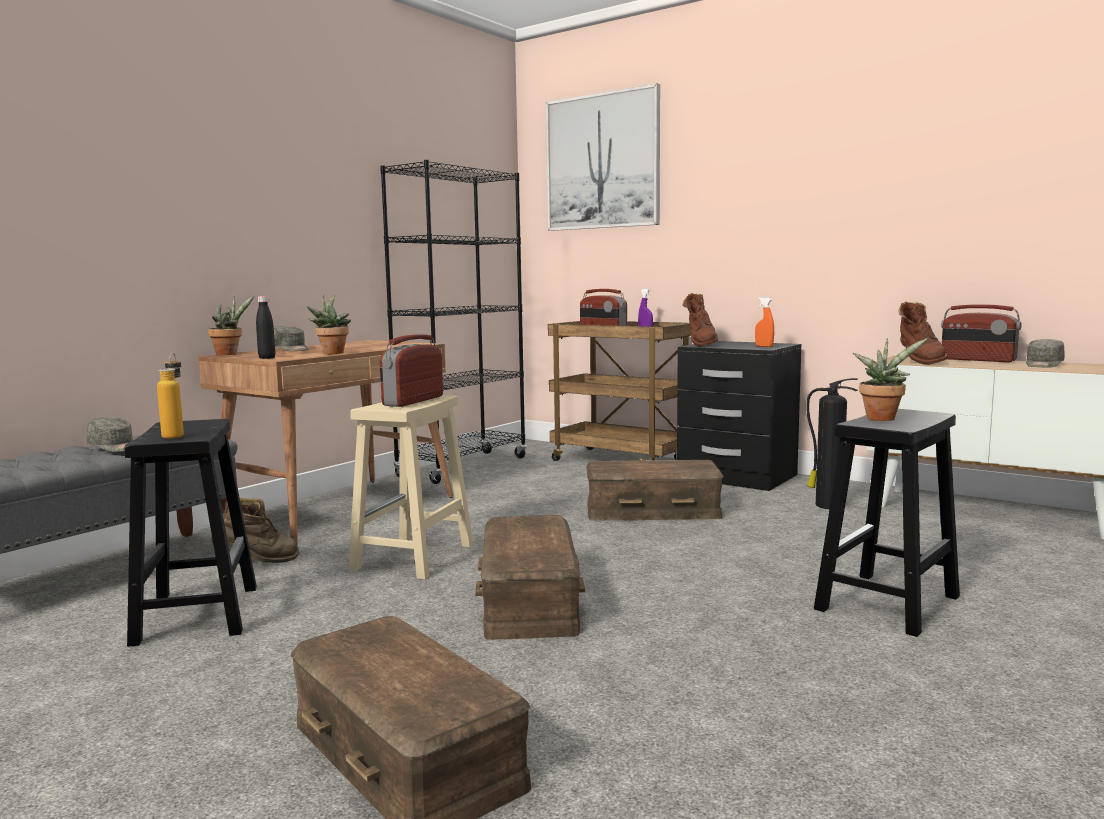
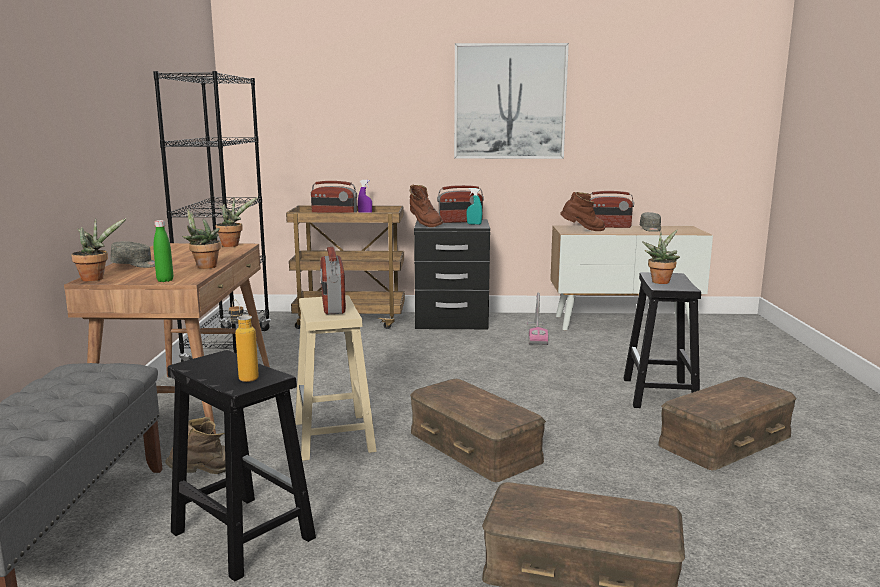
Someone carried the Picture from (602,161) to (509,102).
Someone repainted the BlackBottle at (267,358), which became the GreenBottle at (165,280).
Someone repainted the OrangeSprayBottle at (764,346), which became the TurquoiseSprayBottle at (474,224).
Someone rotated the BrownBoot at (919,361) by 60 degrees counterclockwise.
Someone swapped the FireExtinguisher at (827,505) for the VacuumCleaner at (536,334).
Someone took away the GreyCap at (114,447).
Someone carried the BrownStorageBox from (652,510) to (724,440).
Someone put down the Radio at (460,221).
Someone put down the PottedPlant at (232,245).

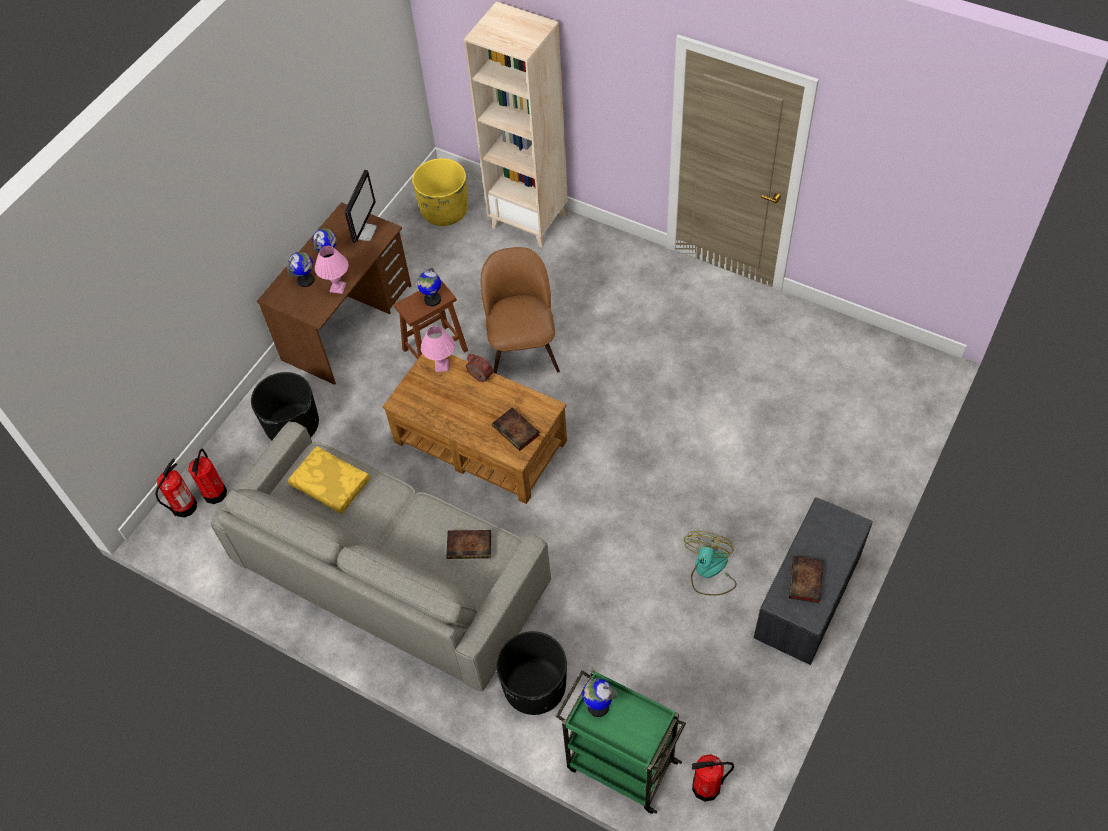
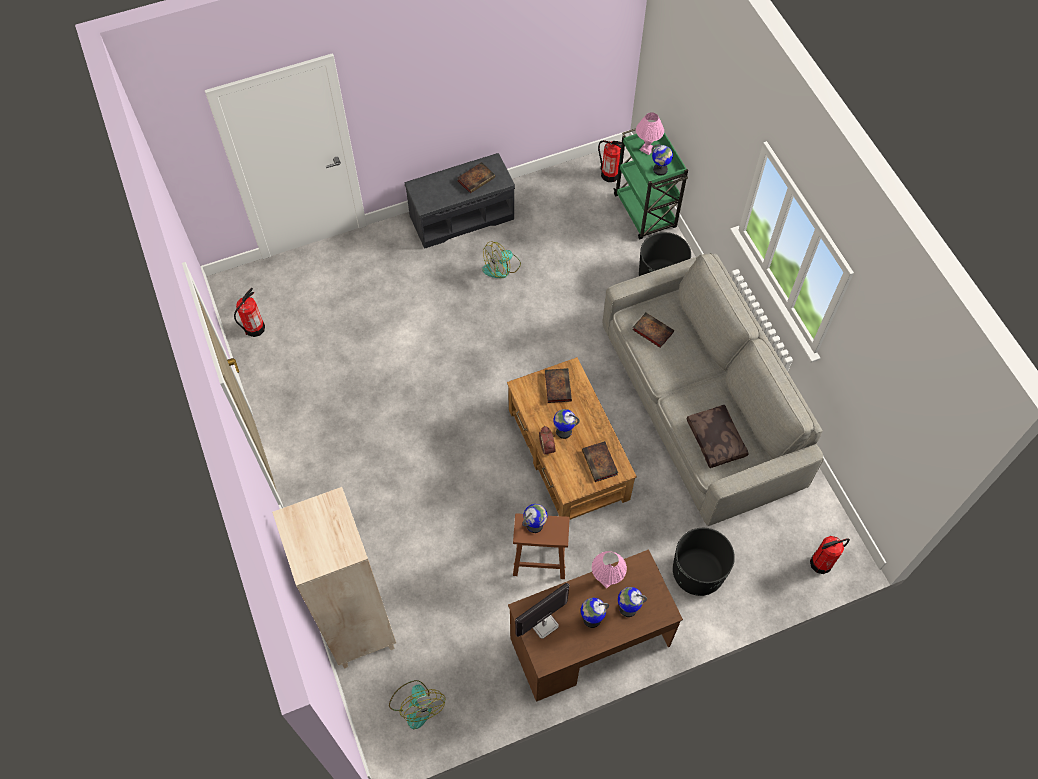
Someone swapped the YellowPlanter at (444,211) for the Fan at (416,704).
Someone took away the BrownChair at (522,349).
Someone carried the PinkTableLamp from (442,365) to (646,149).
Someone repainted the YellowPillow at (329,485), which became the BrownPillow at (717,440).
Someone carried the FireExtinguisher from (215,493) to (254,328).
Someone put down the Globe at (563,431).
Someone put down the Book at (600,463).

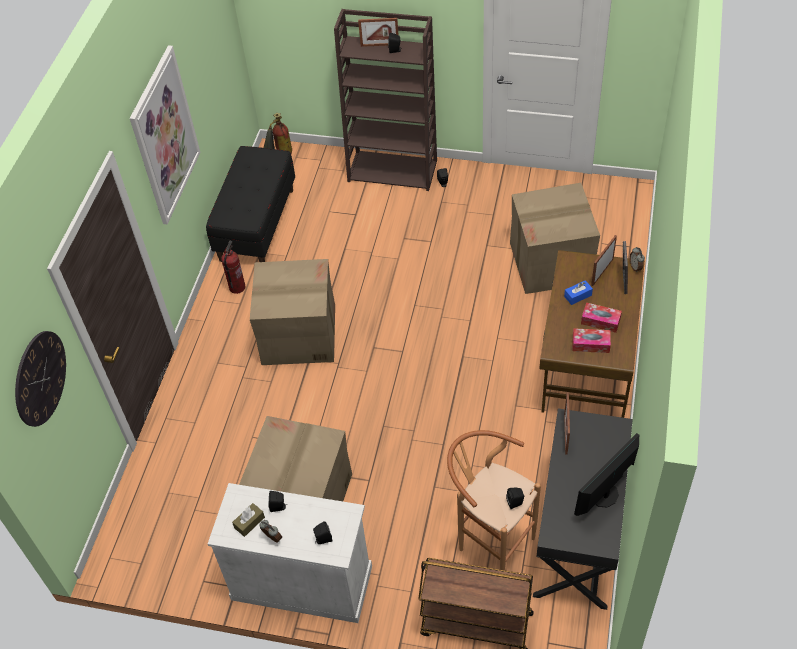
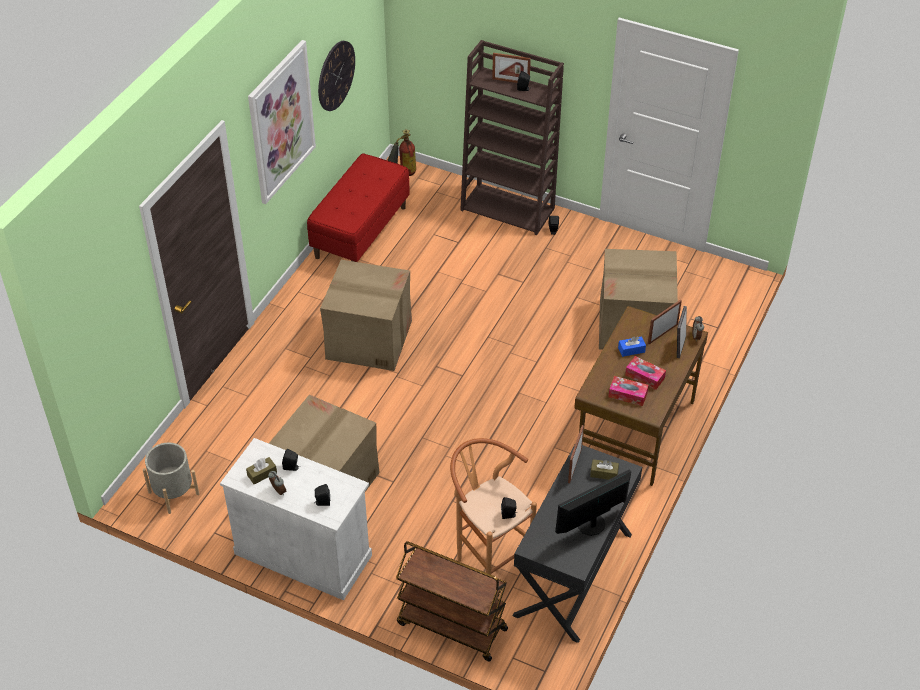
Someone repainted the BlackBench at (256,224), which became the RedBench at (360,232).
Someone took away the FireExtinguisher at (237,287).
Someone carried the WallClock from (40,378) to (336,75).
Someone put down the GreyPlanter at (174,493).
Someone put down the BrownTissueBox at (604,473).

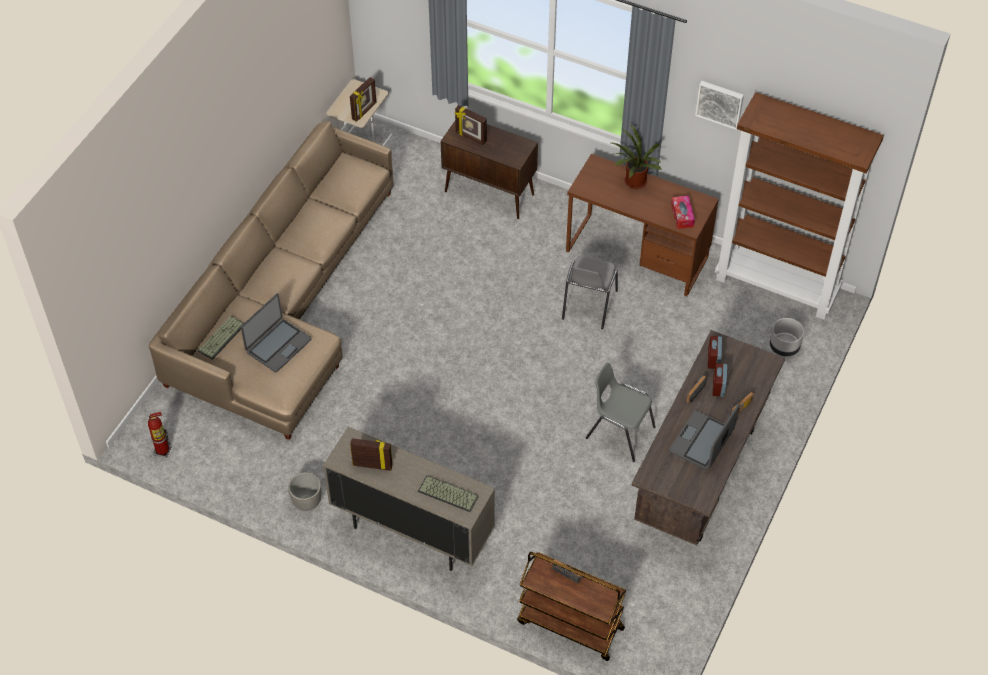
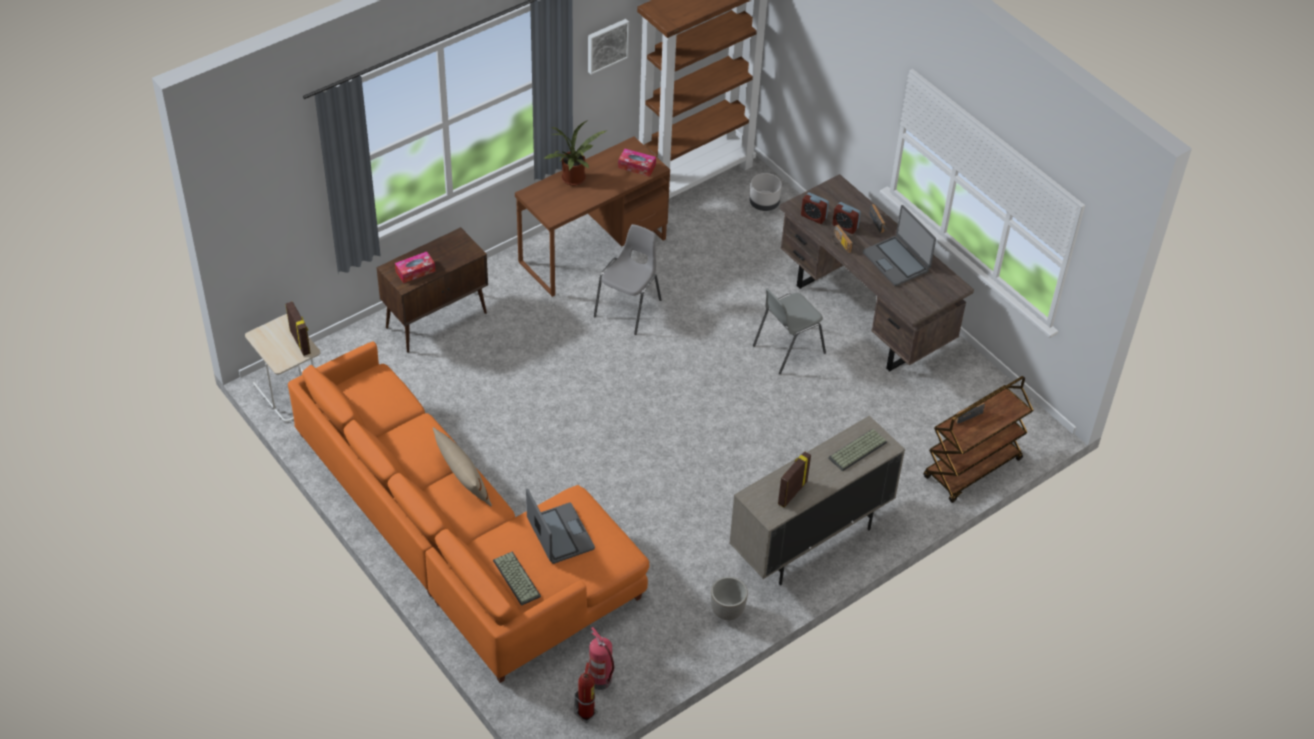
Someone swapped the PictureFrame at (470,137) for the TissueBox at (415,271).
Someone repainted the BeigeSofa at (285,305), which became the OrangeSofa at (462,538).
Someone rotated the GreyChair at (588,305) by 105 degrees counterclockwise.
Someone put down the BeigePillow at (462,479).
Someone put down the FireExtinguisher at (601,680).

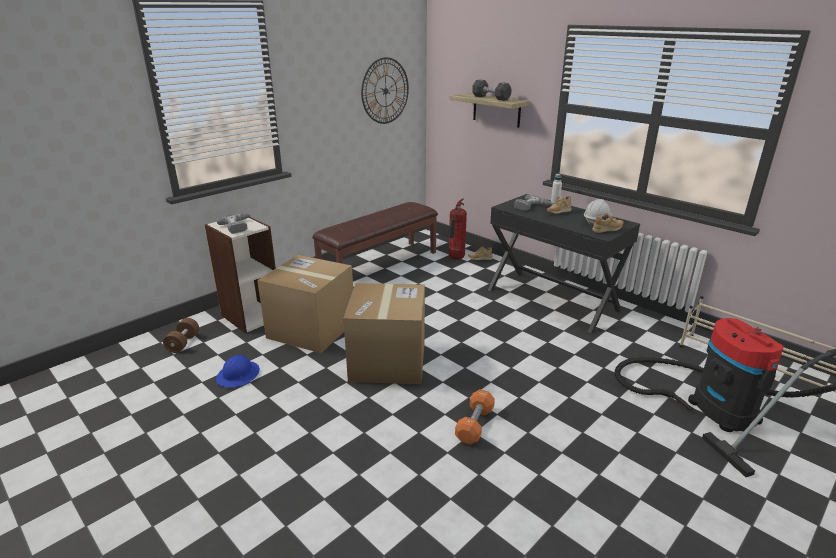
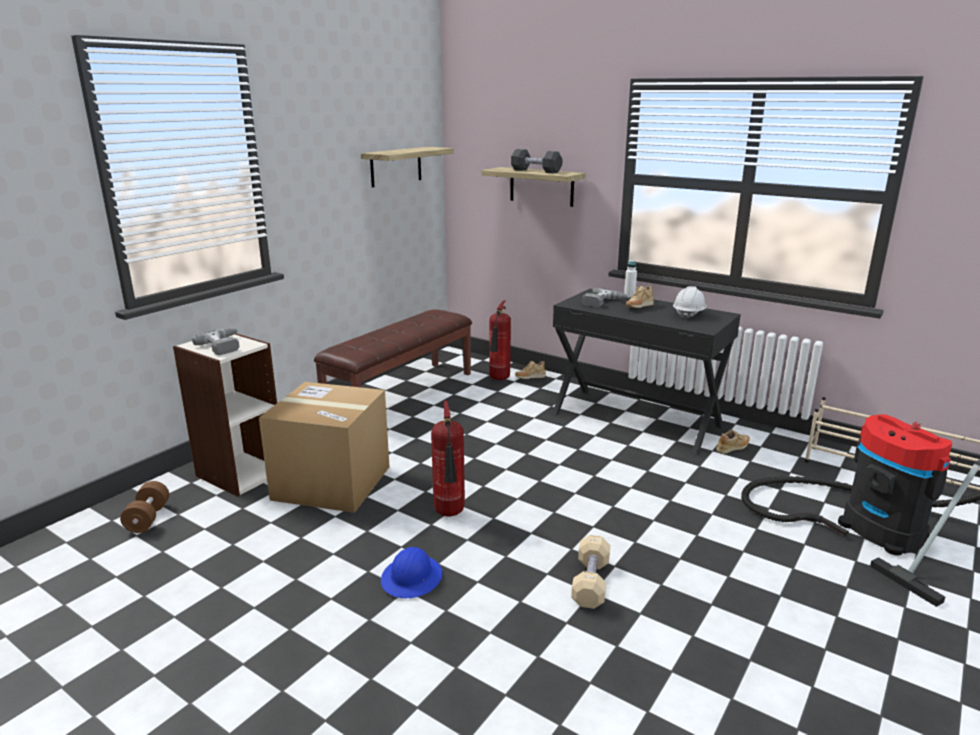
Someone swapped the WallClock at (385,91) for the Shelf at (396,166).
Someone carried the BeigeShoe from (607,230) to (733,448).
Someone swapped the CardboardBox at (388,361) for the FireExtinguisher at (450,514).
Someone carried the BlueHardHat from (238,375) to (412,578).
Someone repainted the OrangeDumbbell at (474,425), which became the BeigeDumbbell at (590,583).

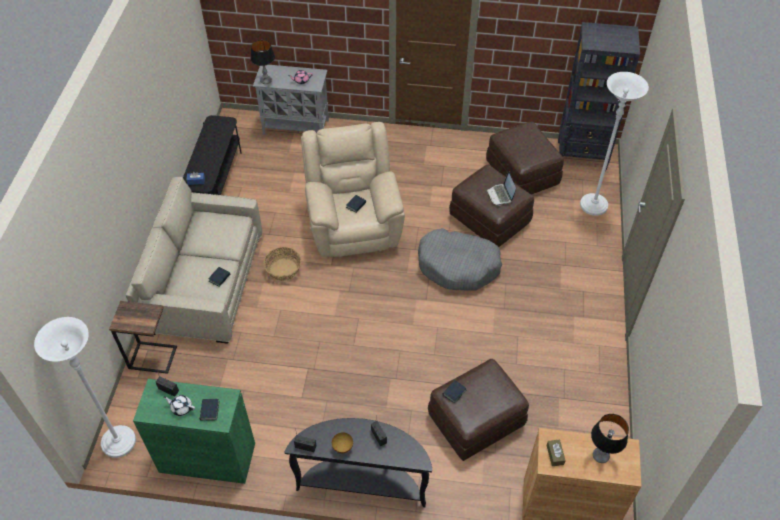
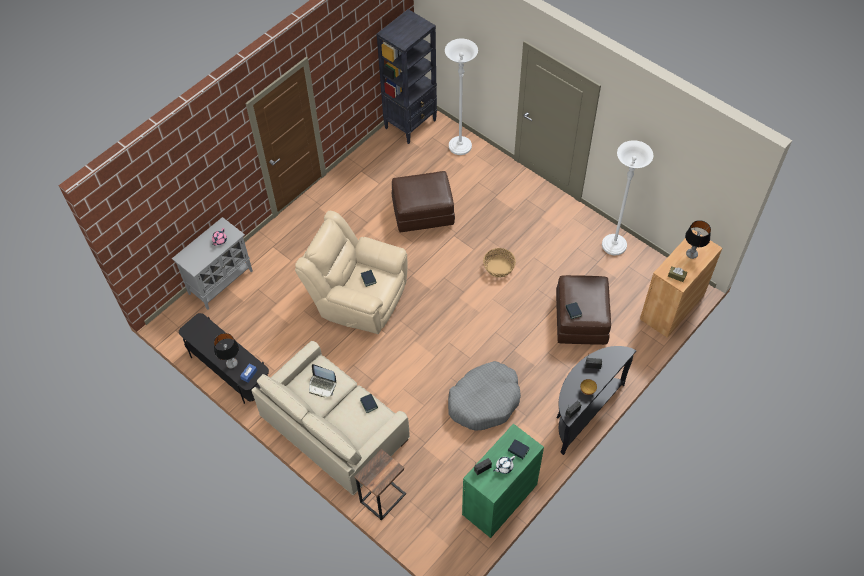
Someone carried the TableLamp from (266,81) to (232,363).
Someone took away the BrownOttoman at (522,173).
Someone carried the Laptop from (500,195) to (322,385).
Someone carried the GreyDogBed from (458,266) to (484,400).
Someone carried the Basket from (283,270) to (499,267).
Someone carried the WhiteFloorLamp from (119,442) to (614,245).

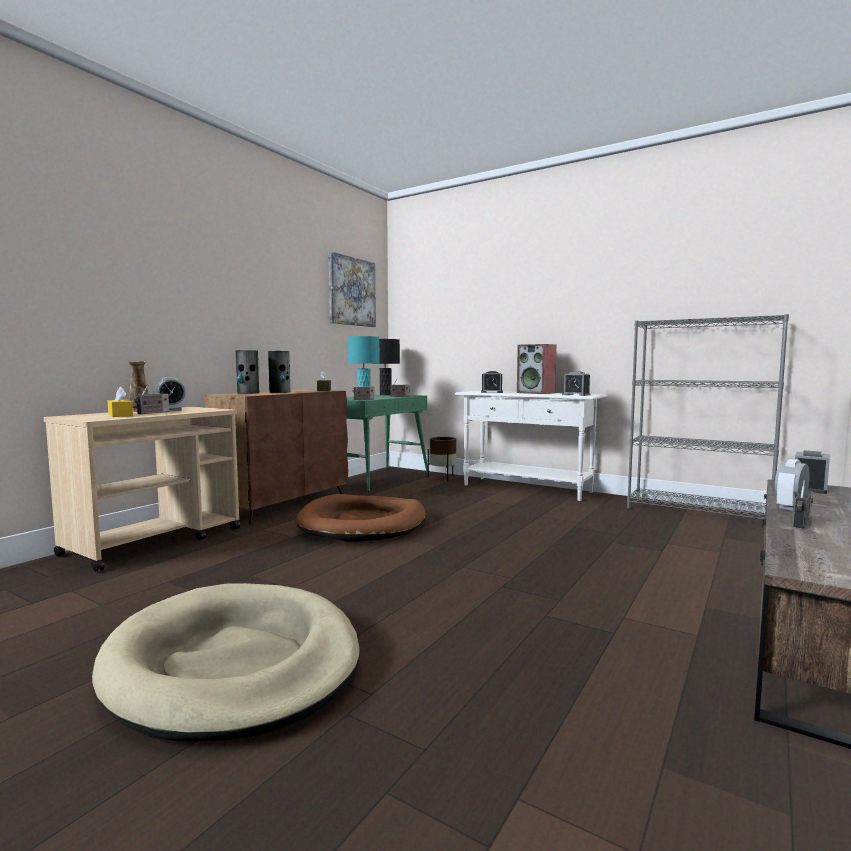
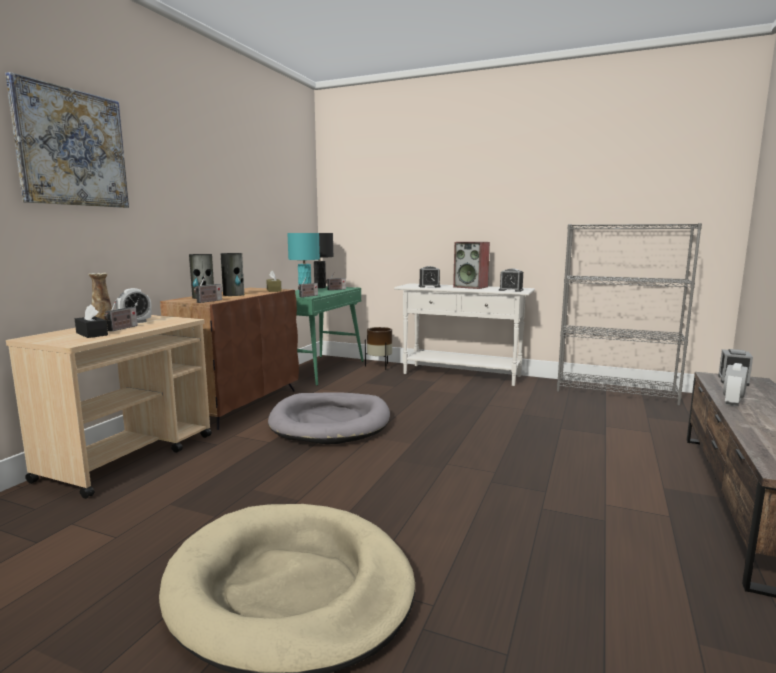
Someone carried the Picture from (352,291) to (72,148).
Someone repainted the YellowTissueBox at (120,415), which became the BlackTissueBox at (92,334).
Someone carried the Radio from (802,523) to (208,301).
Someone repainted the BrownDogBed at (363,523), which became the GreyDogBed at (330,422).

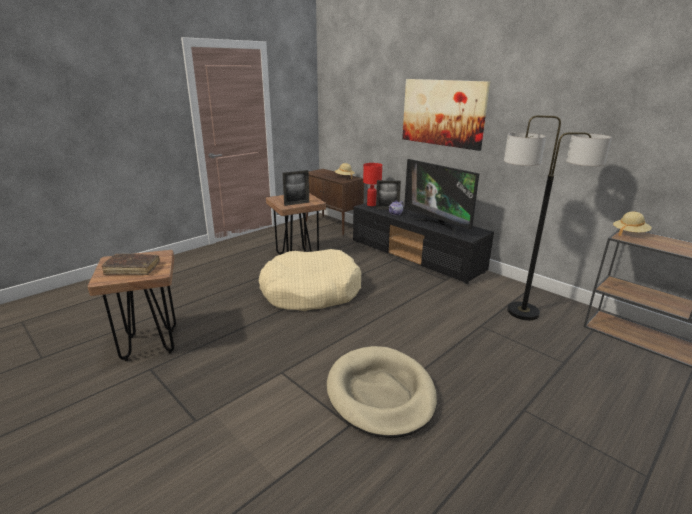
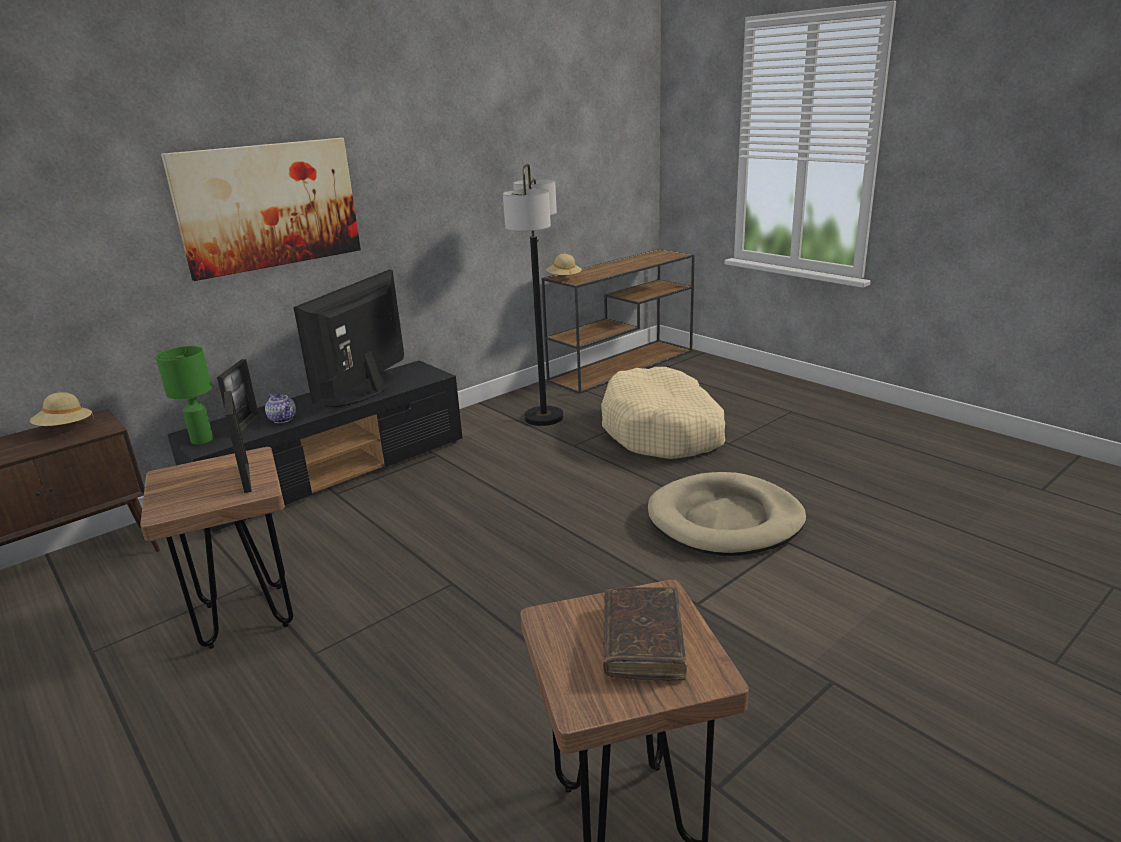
Someone rotated the Television at (437,225) by 150 degrees clockwise.
Someone repainted the RedTableLamp at (371,205), which became the GreenTableLamp at (202,440).
Someone carried the BeigeDogBed from (310,291) to (663,431).

